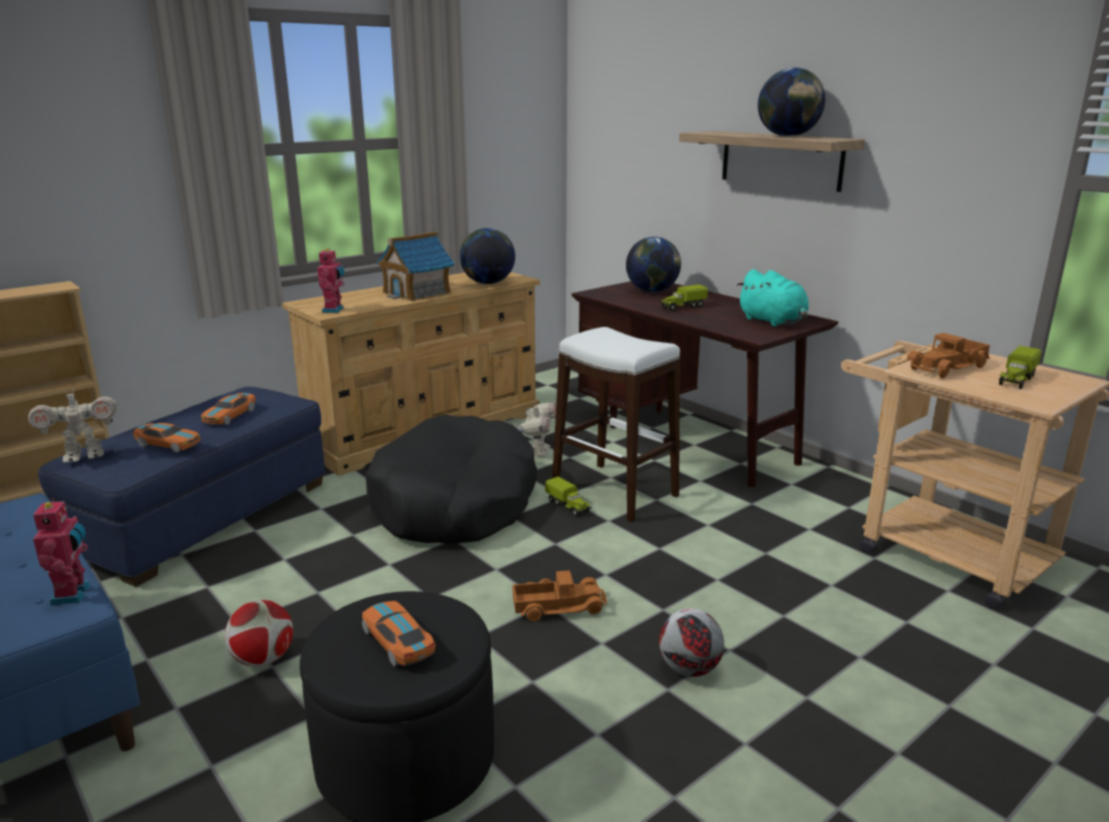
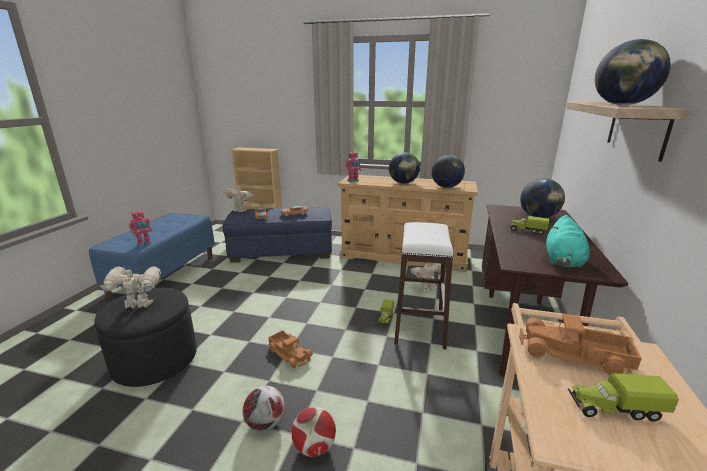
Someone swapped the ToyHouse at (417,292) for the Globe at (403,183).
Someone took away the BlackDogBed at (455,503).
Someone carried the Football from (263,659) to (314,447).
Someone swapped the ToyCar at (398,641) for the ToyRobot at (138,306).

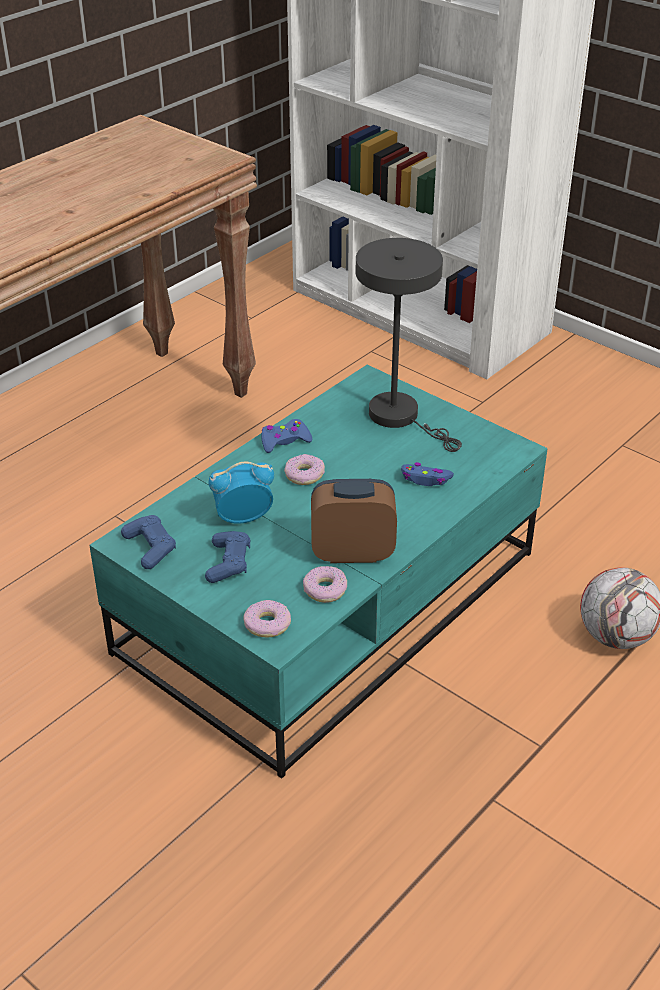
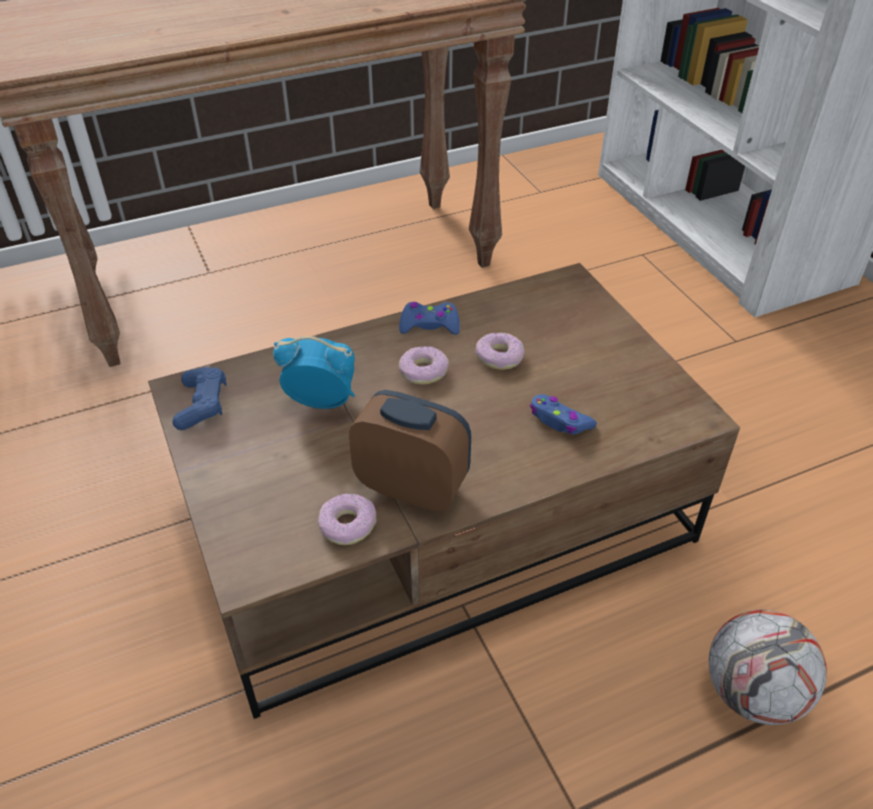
Someone took away the GreyTableLamp at (401,417).
Someone repainted the TurquoiseCoffeeTable at (328,604), which became the BrownCoffeeTable at (433,521).
Someone took away the BlueGameController at (228,563).
Someone carried the Donut from (267,624) to (499,357).

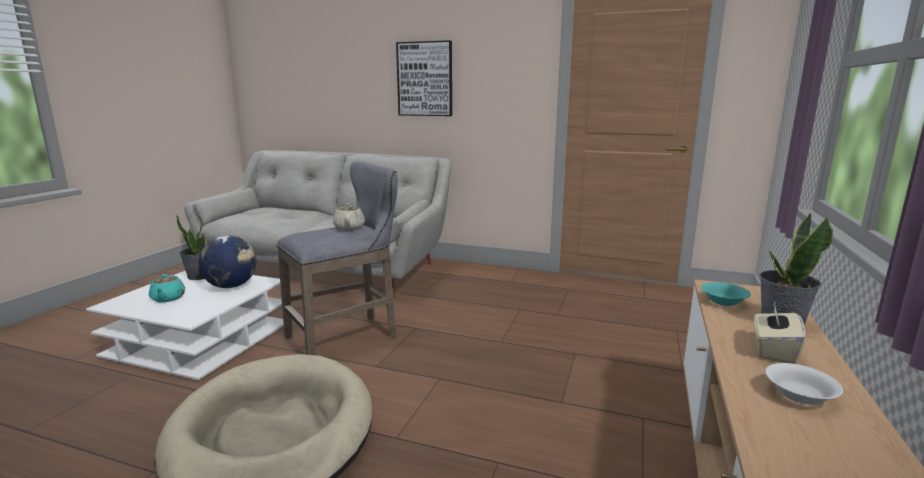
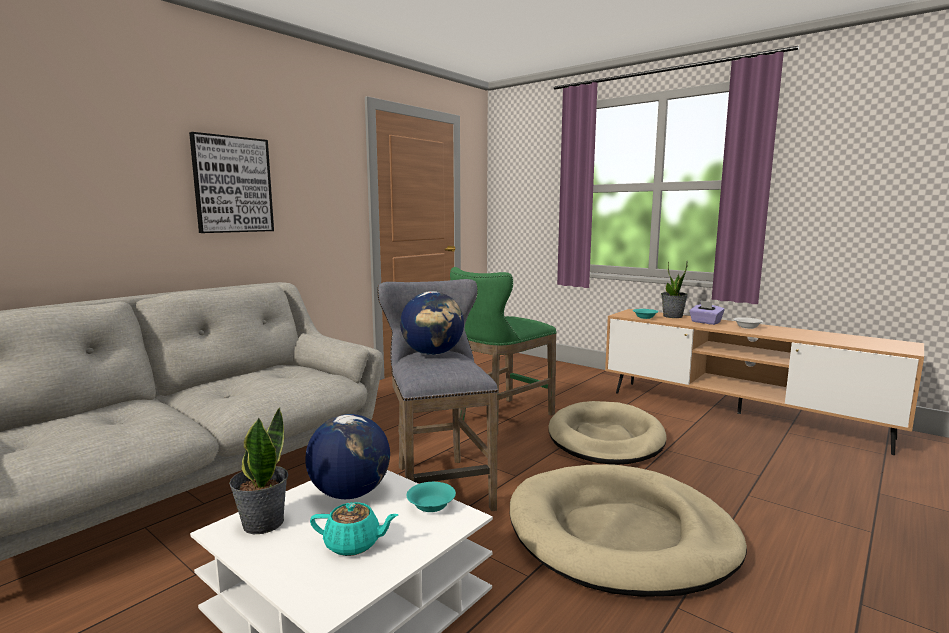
Someone swapped the BeigeTeapot at (349,227) for the Globe at (433,354).
Someone repainted the BeigeTissueBox at (773,351), which became the PurpleTissueBox at (705,322).
Someone put down the GreenStool at (500,418).
Someone put down the BeigeDogBed at (605,438).
Someone put down the TurquoiseBowl at (431,506).

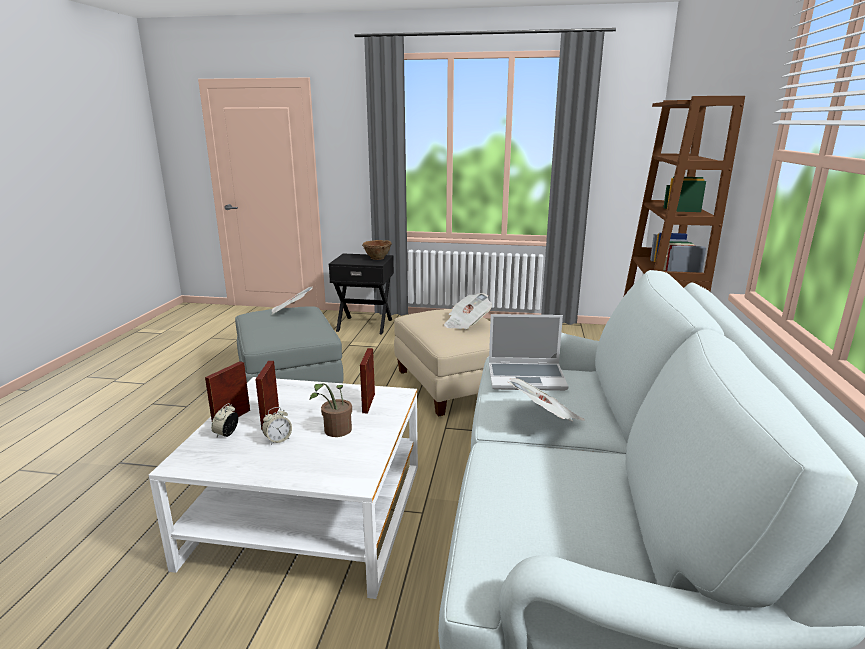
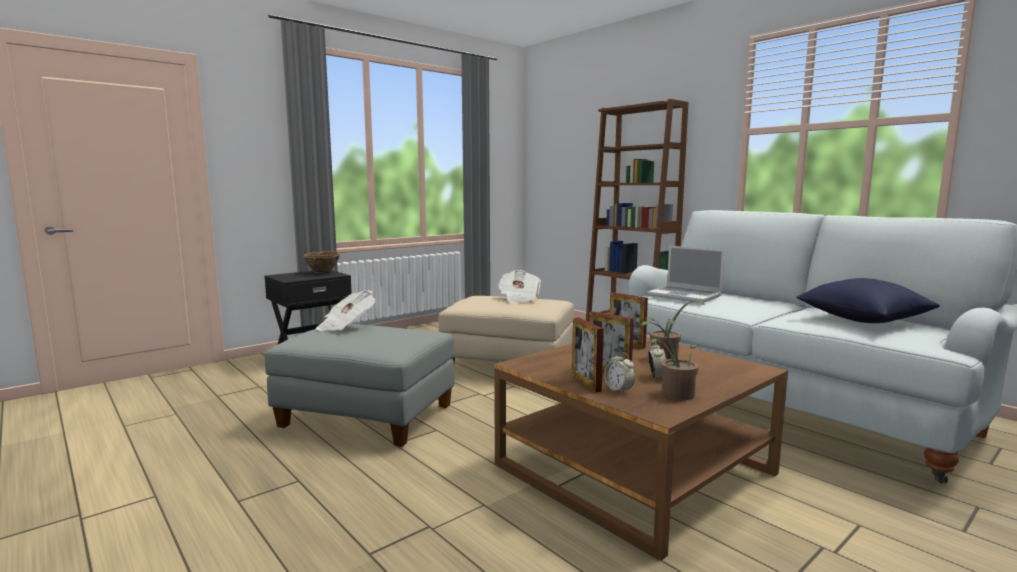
Someone rotated the Laptop at (527,377) by 90 degrees clockwise.
Someone repainted the WhiteCoffeeTable at (309,513), which became the BrownCoffeeTable at (634,468).
Someone took away the Newspaper at (544,418).
Someone put down the BluePillow at (862,320).
Someone put down the PottedPlant at (673,394).

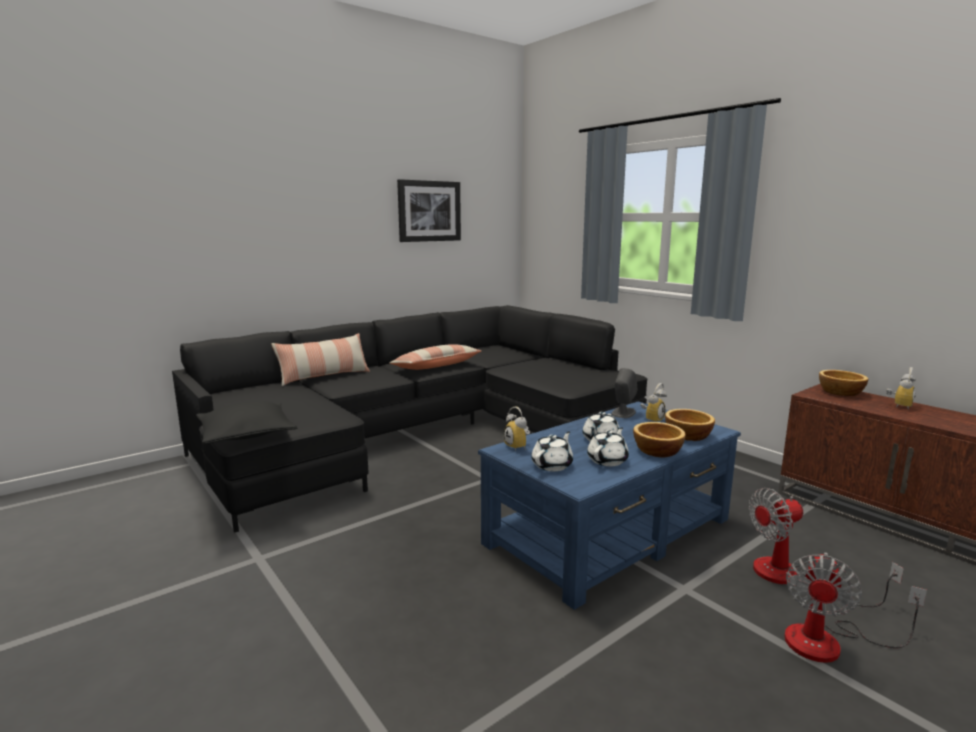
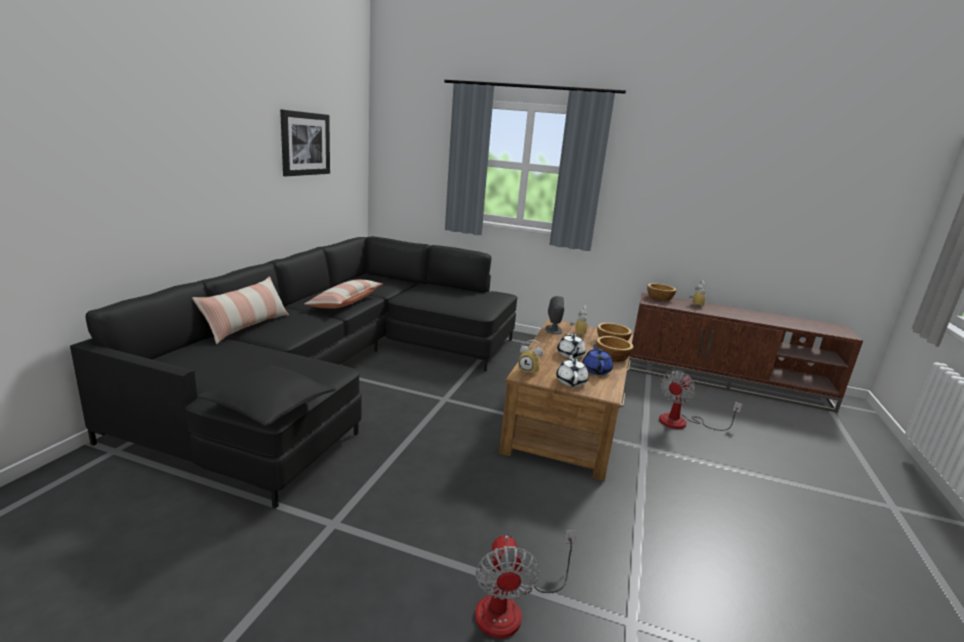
Someone repainted the BlueCoffeeTable at (611,531), which became the BrownCoffeeTable at (568,420).
Someone repainted the WhiteTeapot at (608,460), which became the BlueTeapot at (596,370).
Someone carried the Fan from (829,642) to (511,607).

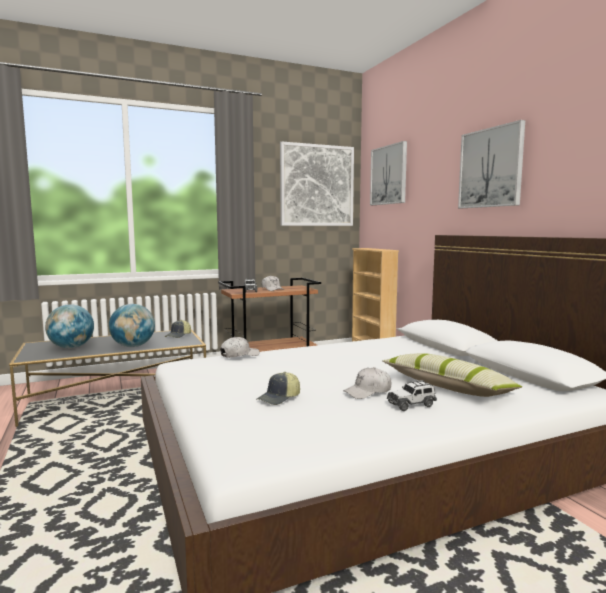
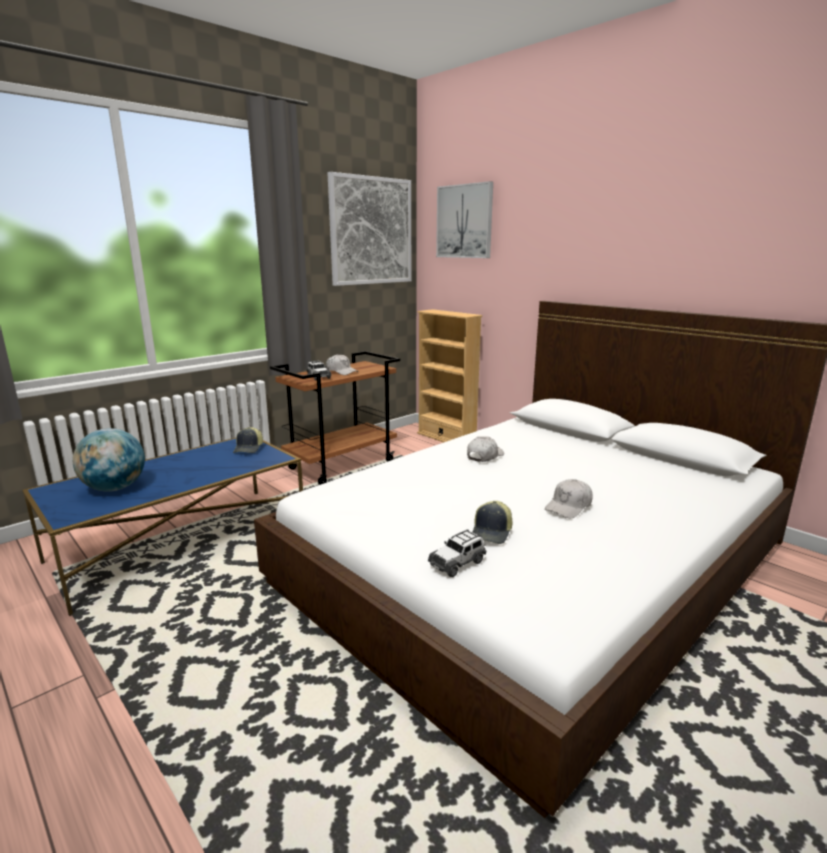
Someone took away the Picture at (491,168).
Someone took away the Globe at (133,346).
Someone repainted the BlackCoffeeTable at (116,398), which became the BlueCoffeeTable at (181,542).
Someone carried the WhiteCap from (239,355) to (484,456).
Someone took away the Pillow at (448,387).
Someone carried the ToyCar from (411,405) to (457,563).

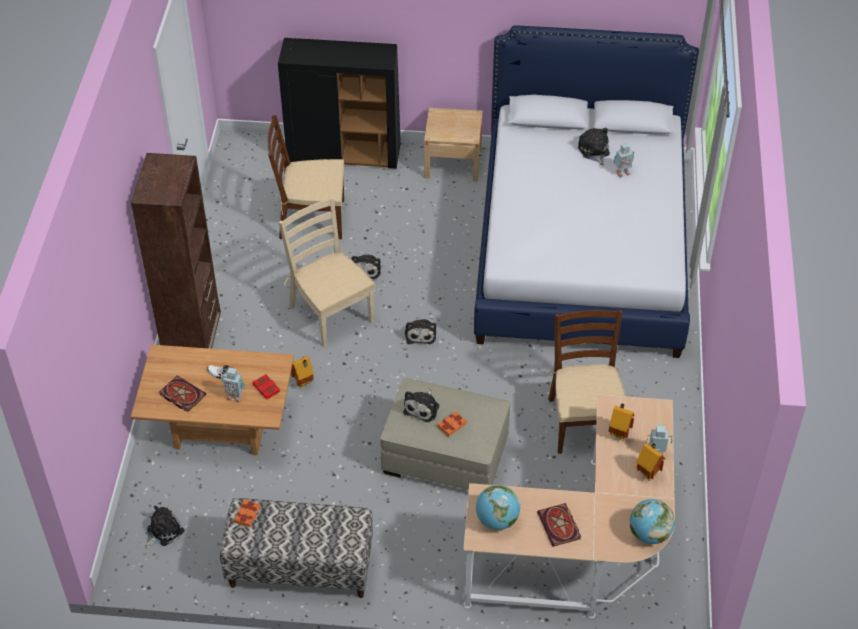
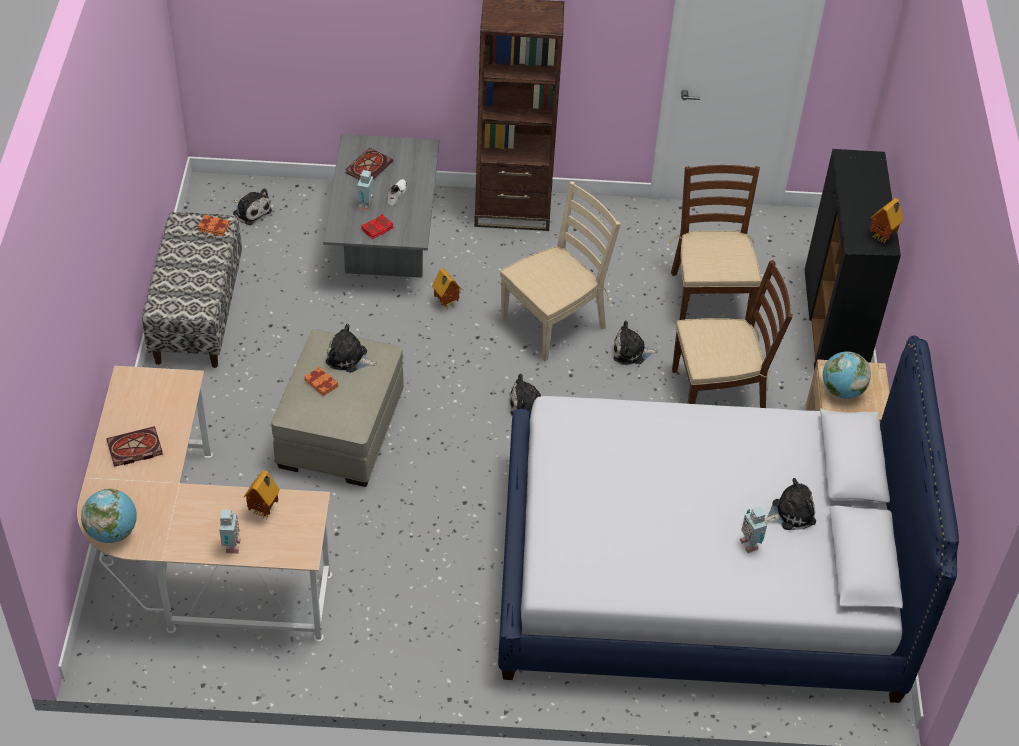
Someone carried the BrownChair from (584,423) to (719,393).
Someone repainted the BrownCoffeeTable at (220,426), which became the GreyCoffeeTable at (384,242).
Someone carried the ToyHouse from (648,473) to (883,238).
Someone carried the Globe from (497,520) to (842,390).

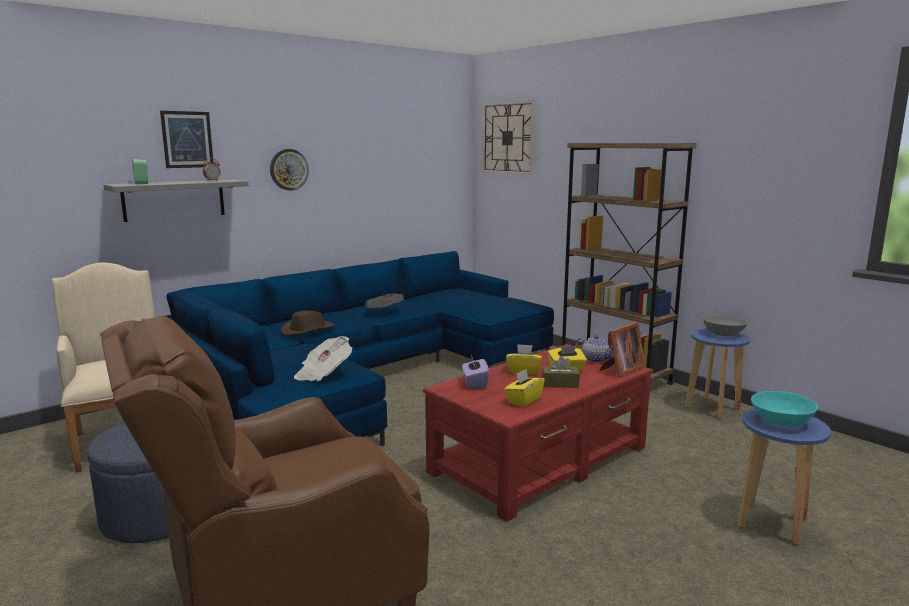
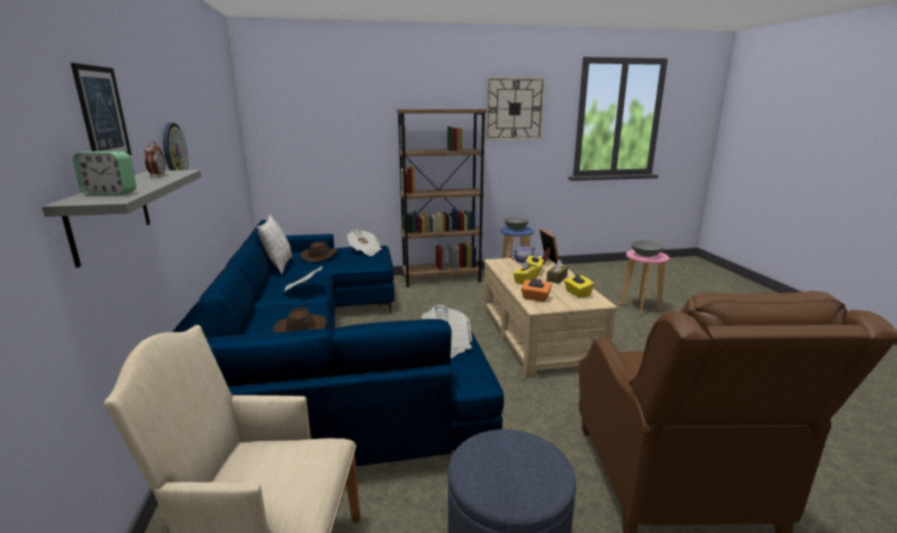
Someone carried the WallClock from (508,138) to (514,109).
Someone repainted the RedCoffeeTable at (541,460), which became the BeigeCoffeeTable at (538,336).
Someone repainted the PurpleTissueBox at (474,383), which became the OrangeTissueBox at (535,298).
Someone repainted the TurquoiseBowl at (781,421), which became the GreyBowl at (645,255).
Someone repainted the BlueStool at (772,523), which became the PinkStool at (640,307).
Someone put down the Pillow at (279,265).
Someone put down the Newspaper at (365,251).
Someone put down the BrownHat at (320,256).

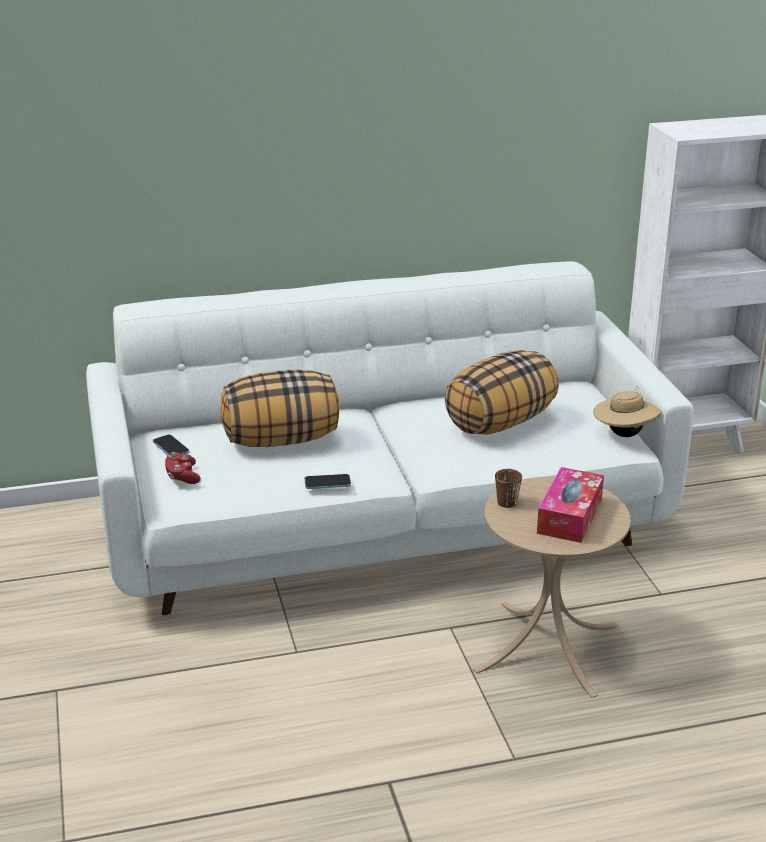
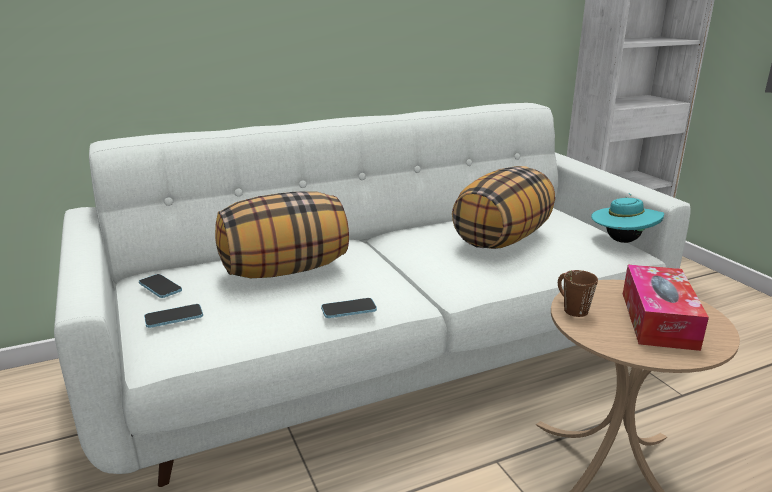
Someone repainted the BeigeHat at (625,434), which became the TurquoiseHat at (622,240).
Someone swapped the RedGameController at (182,476) for the Phone at (174,317).

